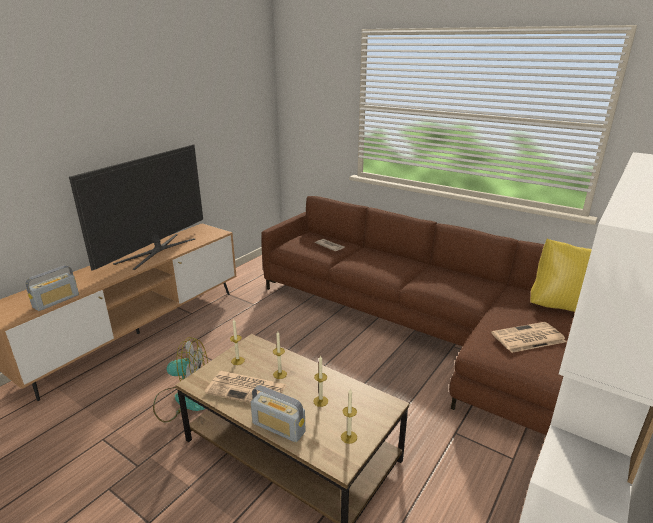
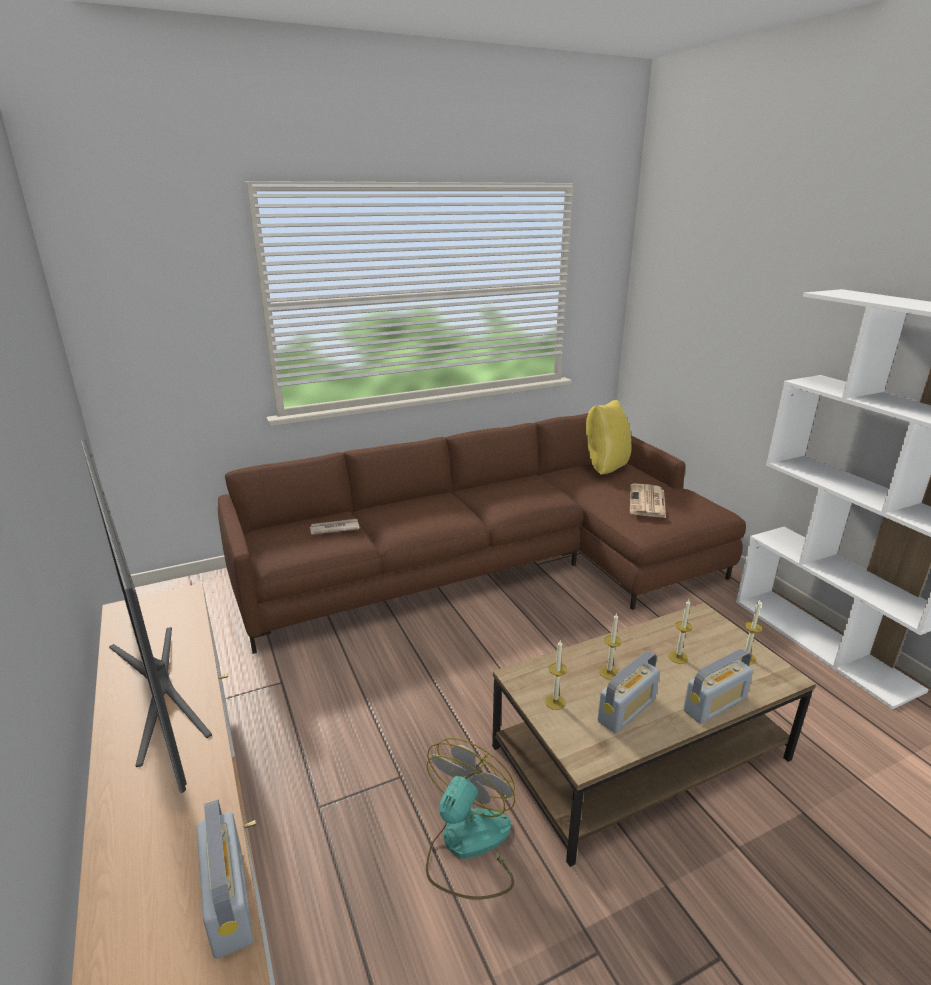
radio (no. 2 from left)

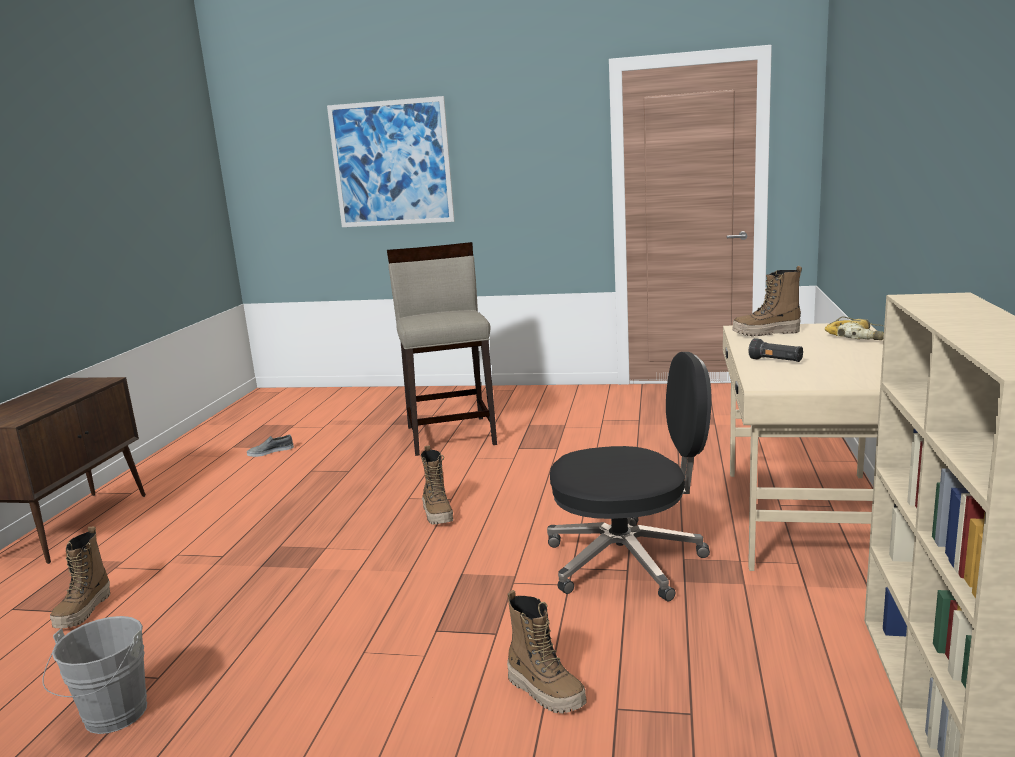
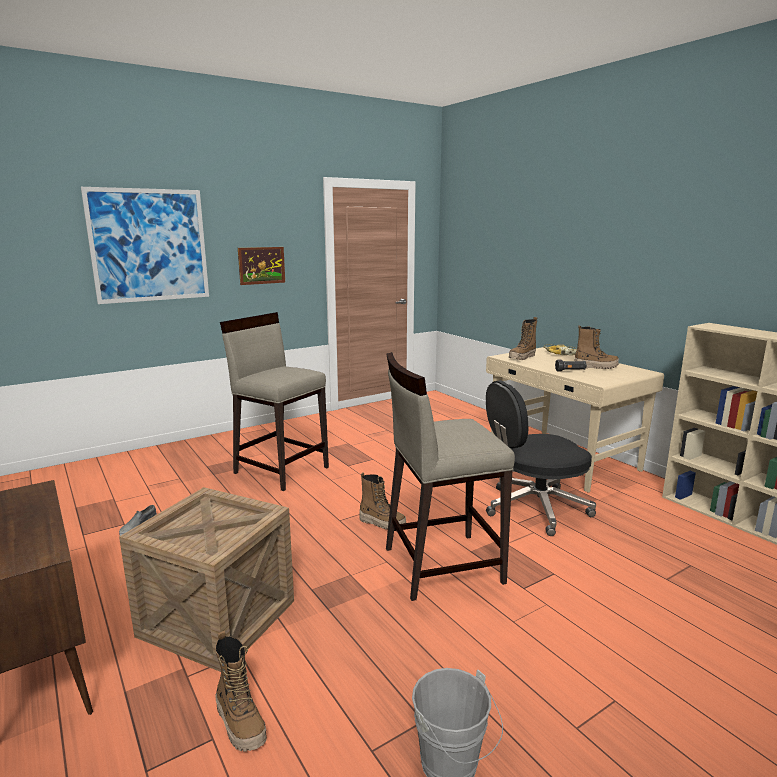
office chair in black
boot (no. 4 from left)
picture (no. 2 from left)
stool in beige (no. 2 from left)
crate

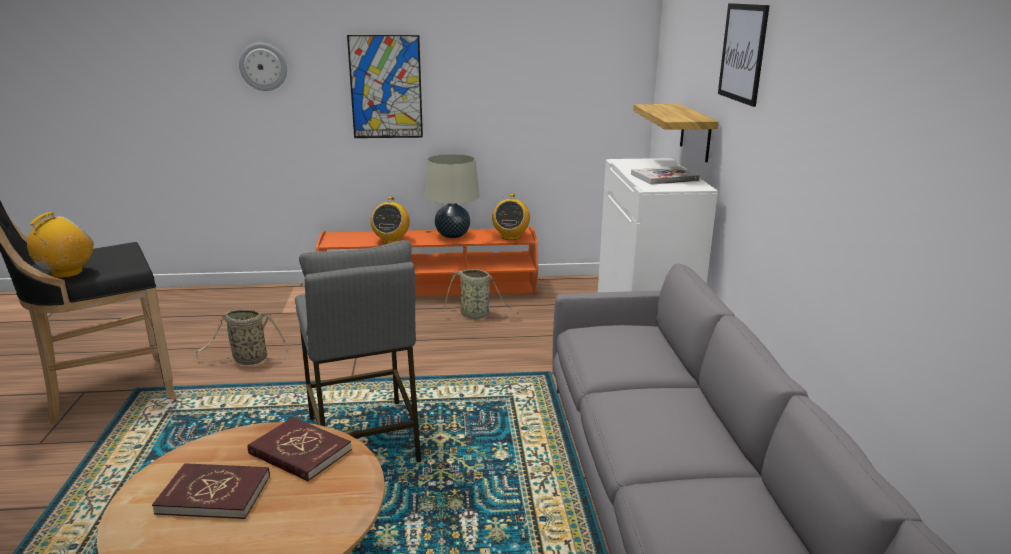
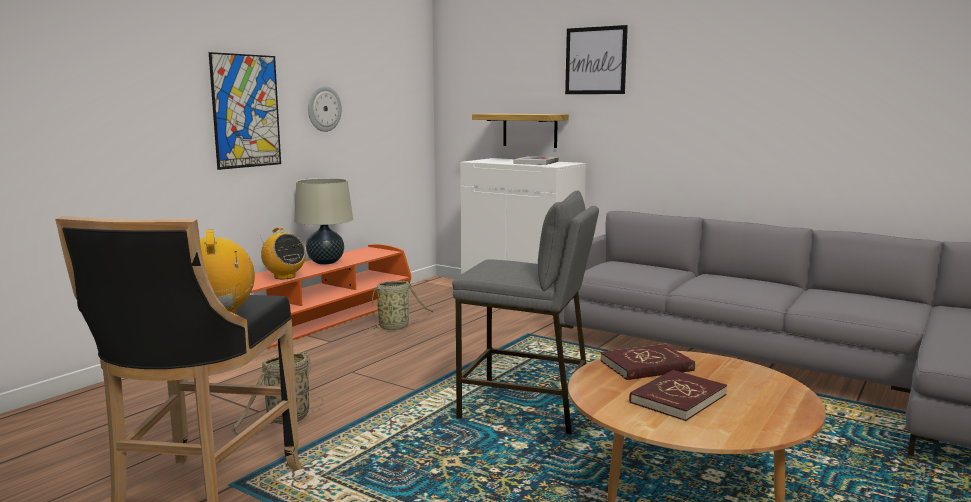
wall clock
radio (no. 3 from left in the first image)

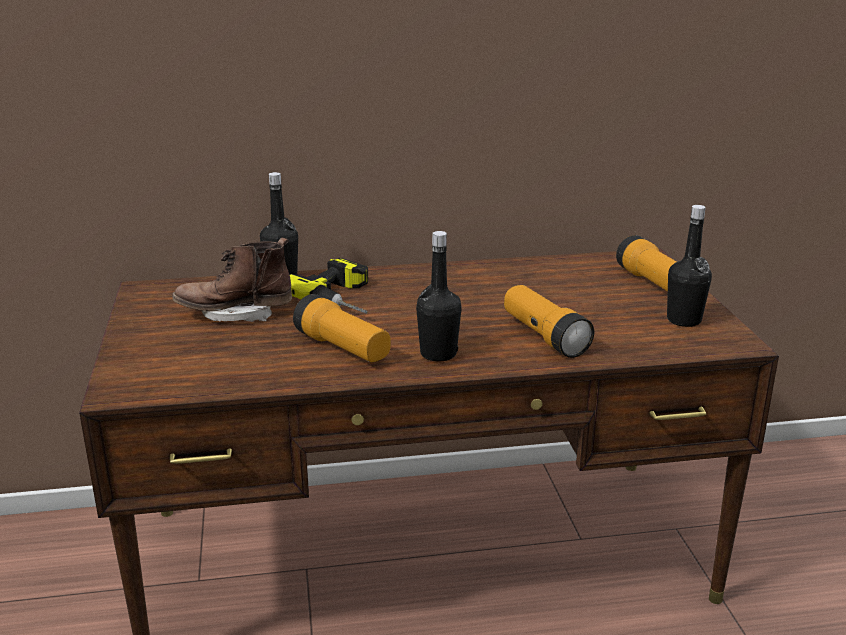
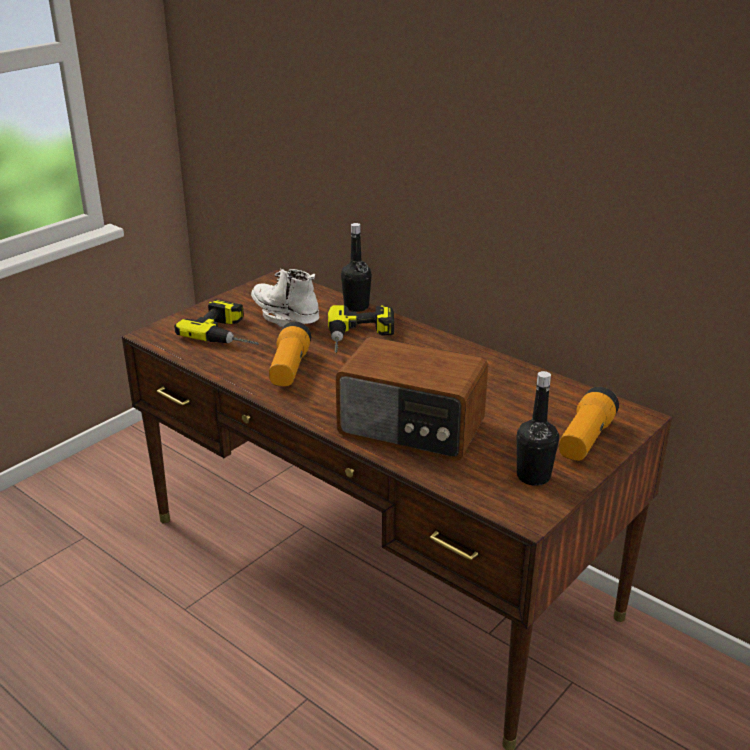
bottle in black (no. 2 from left in the first image)
boot in white
radio
power drill (no. 1 from left)

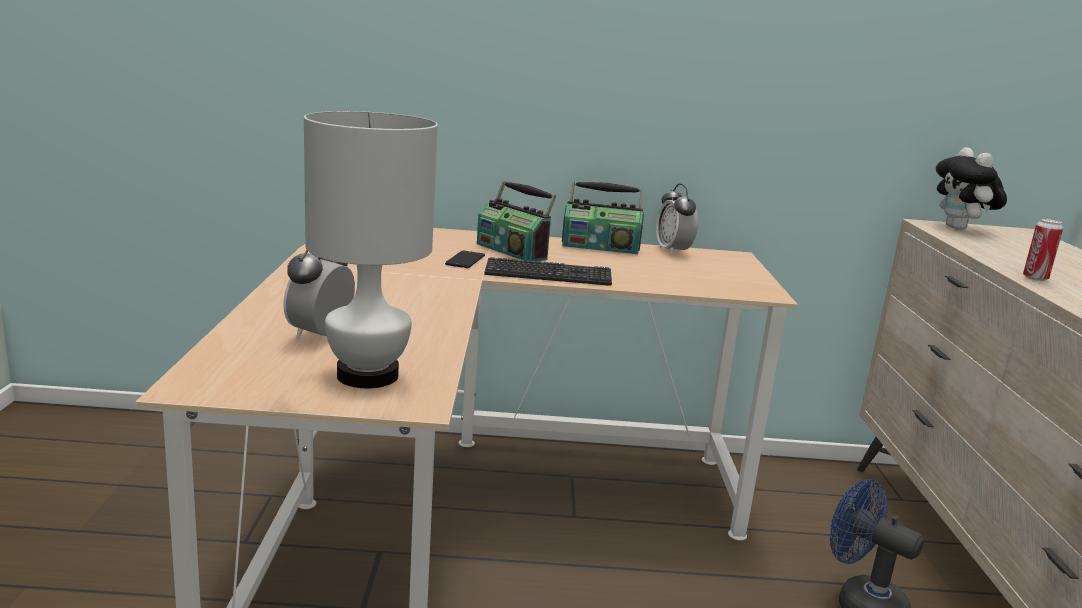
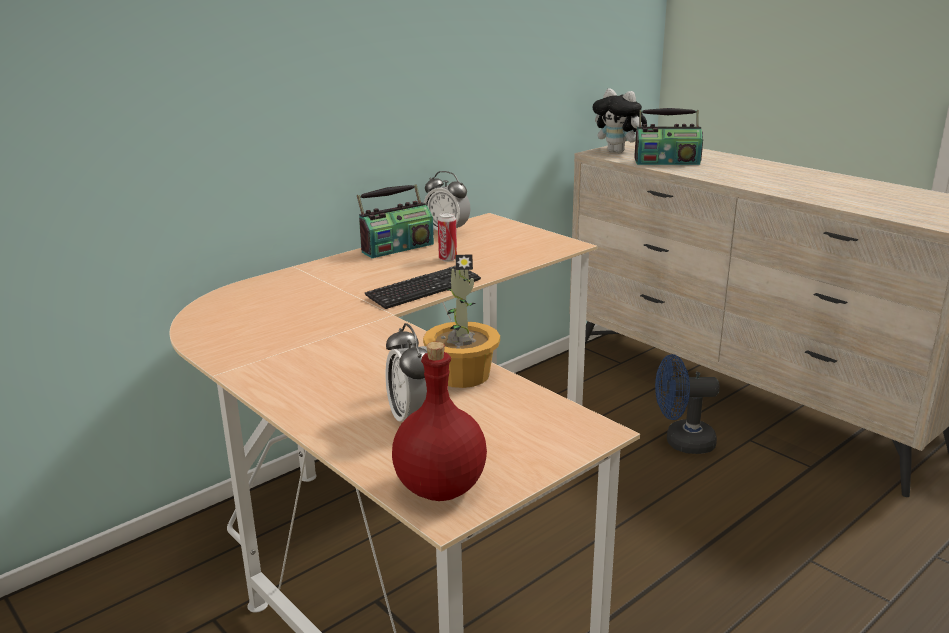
table lamp in white
radio (no. 2 from left)
can
phone
potted plant
bottle in red

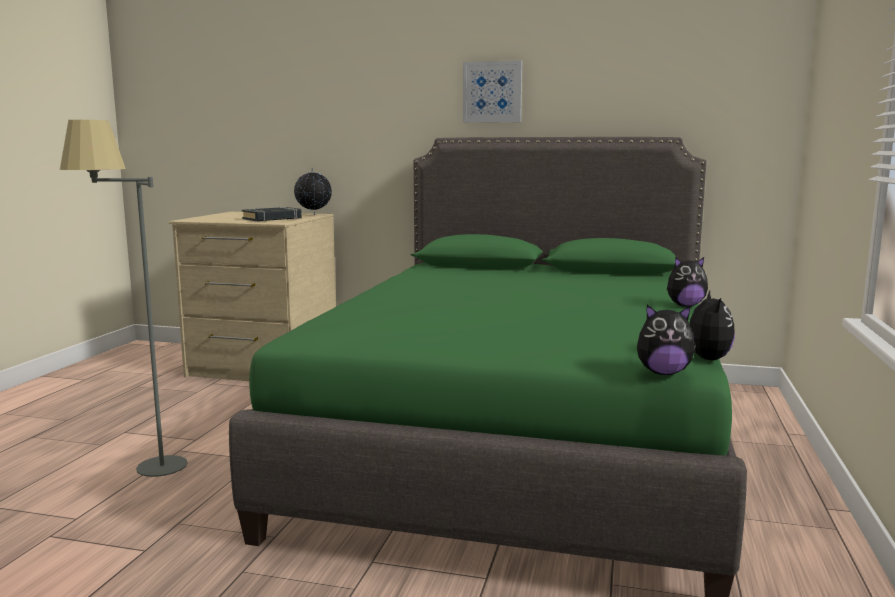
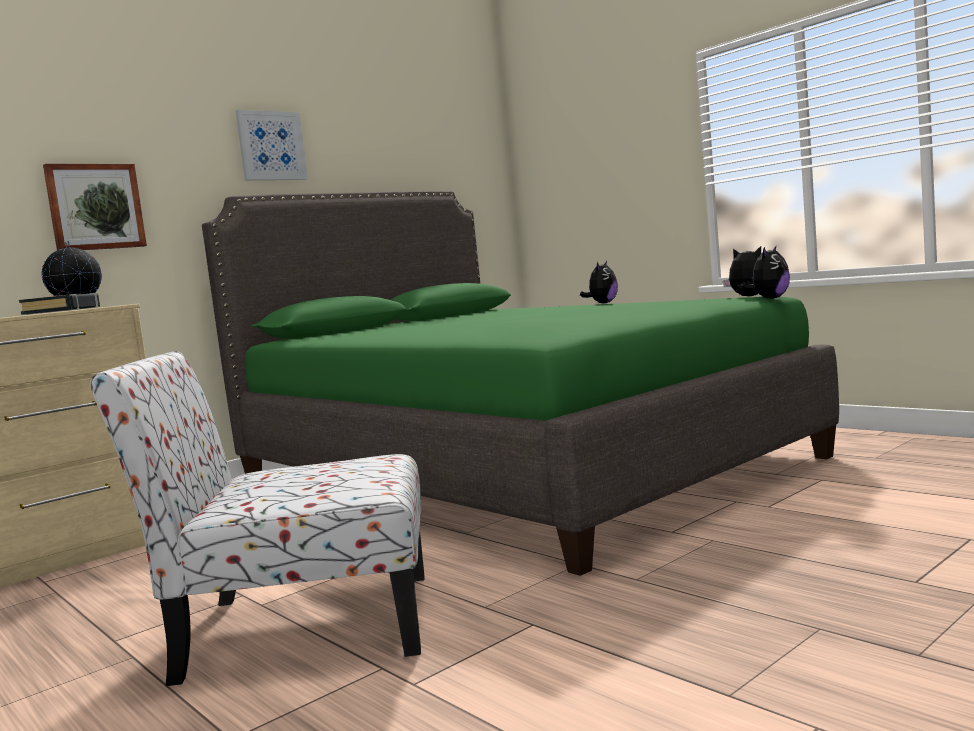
chair
picture (no. 1 from left)

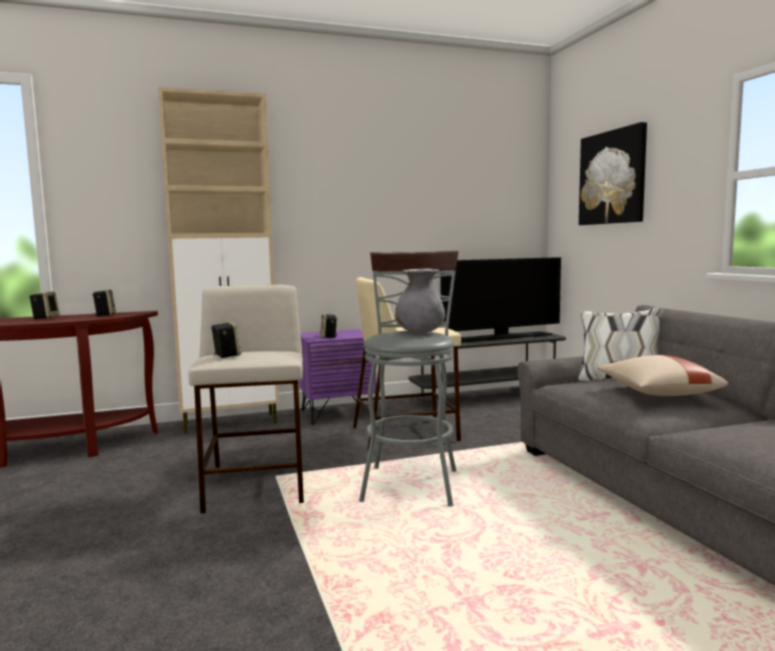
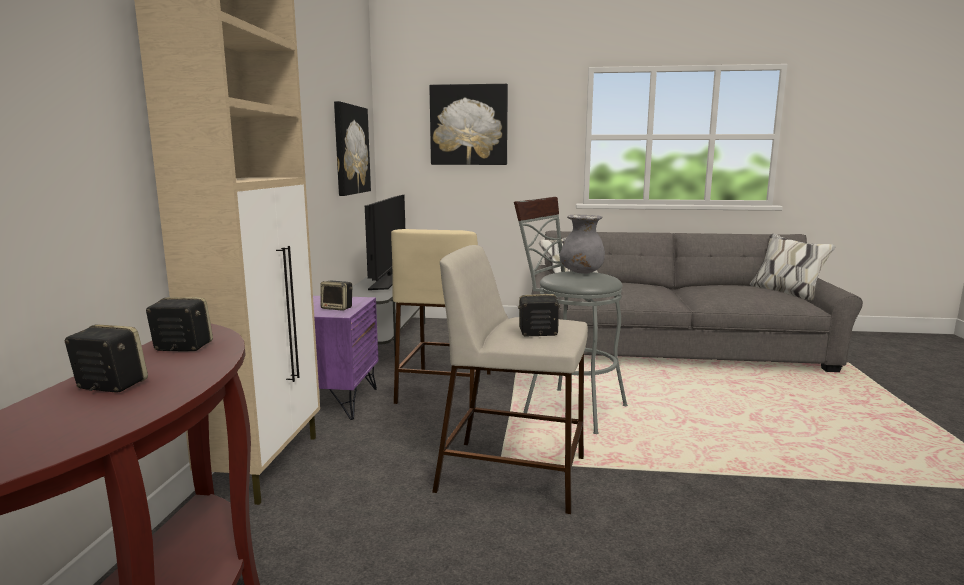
pillow in beige
picture (no. 1 from left)

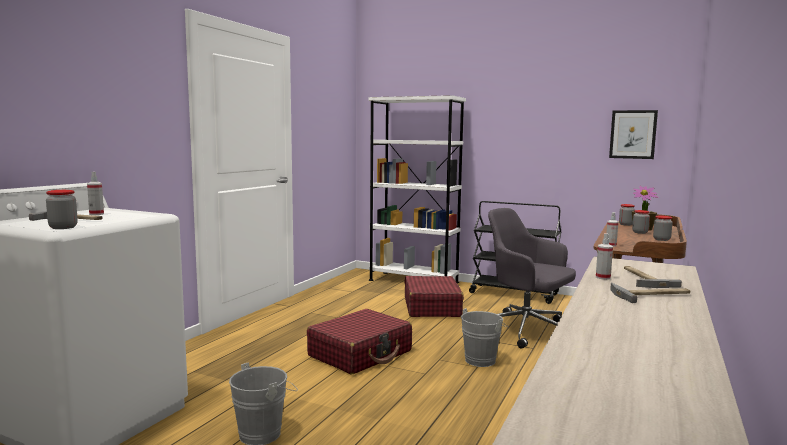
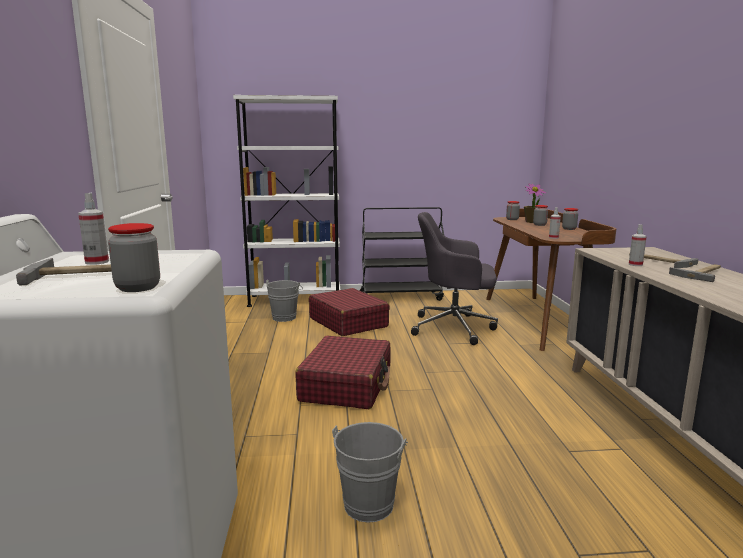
picture
bucket in grey (no. 1 from left)

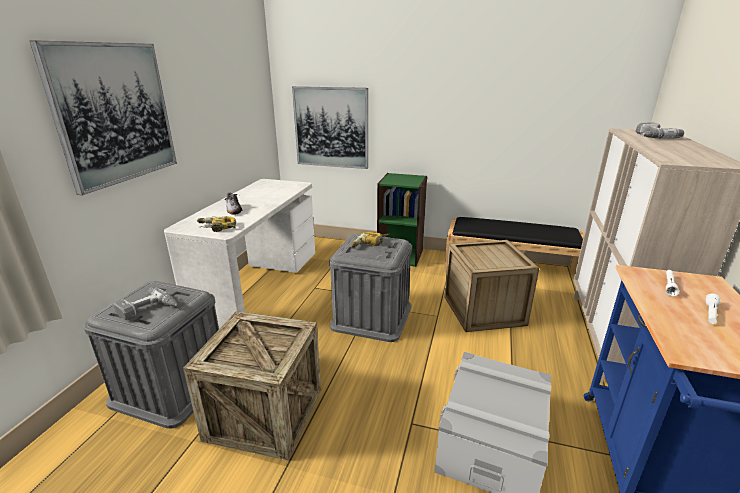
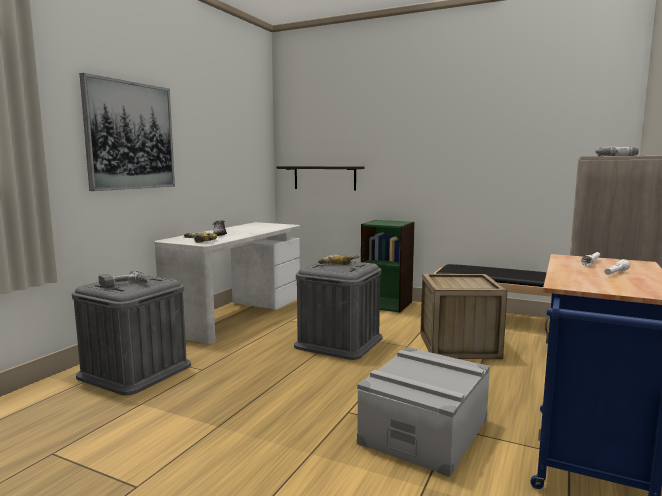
shelf
crate (no. 1 from left in the first image)

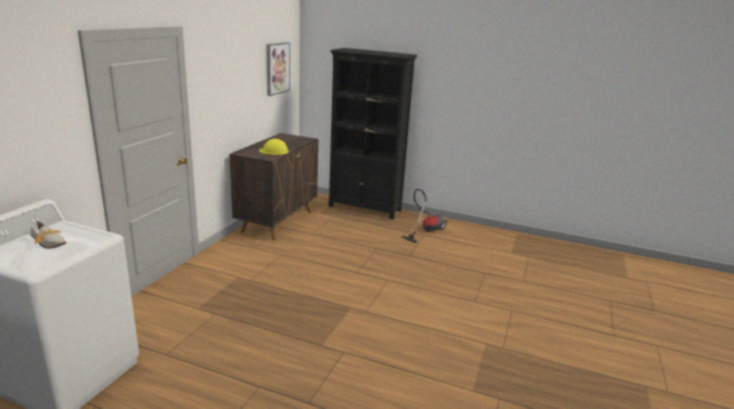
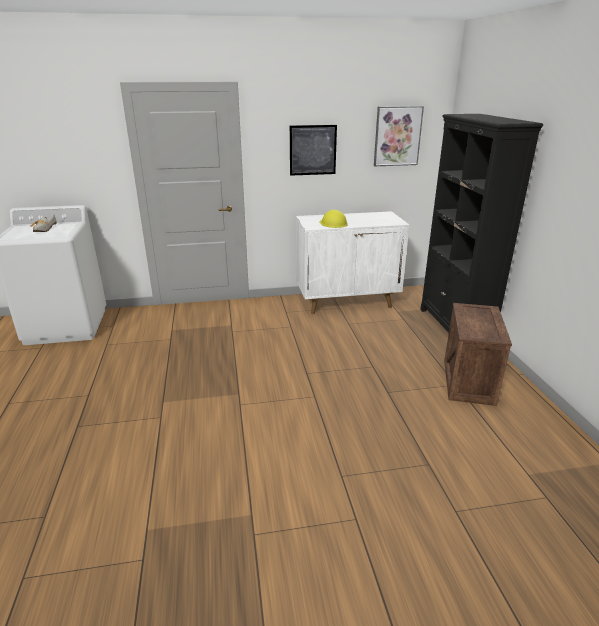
cabinet in white
crate
picture (no. 1 from left)

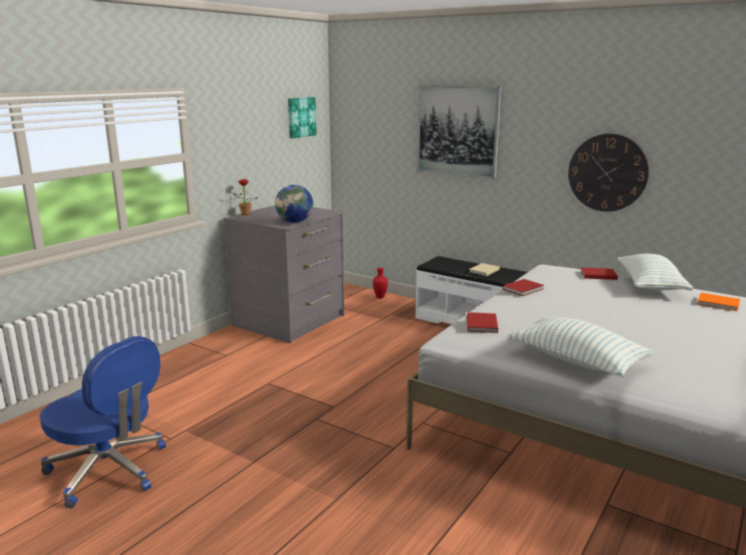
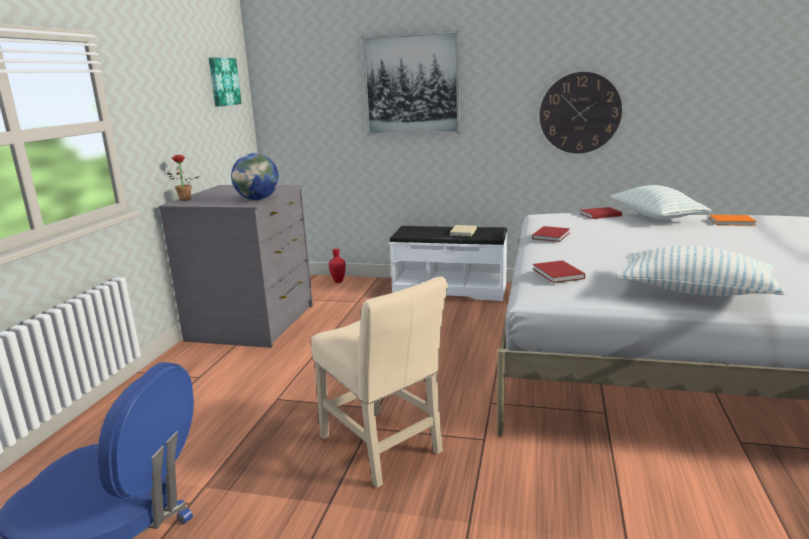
chair in beige

